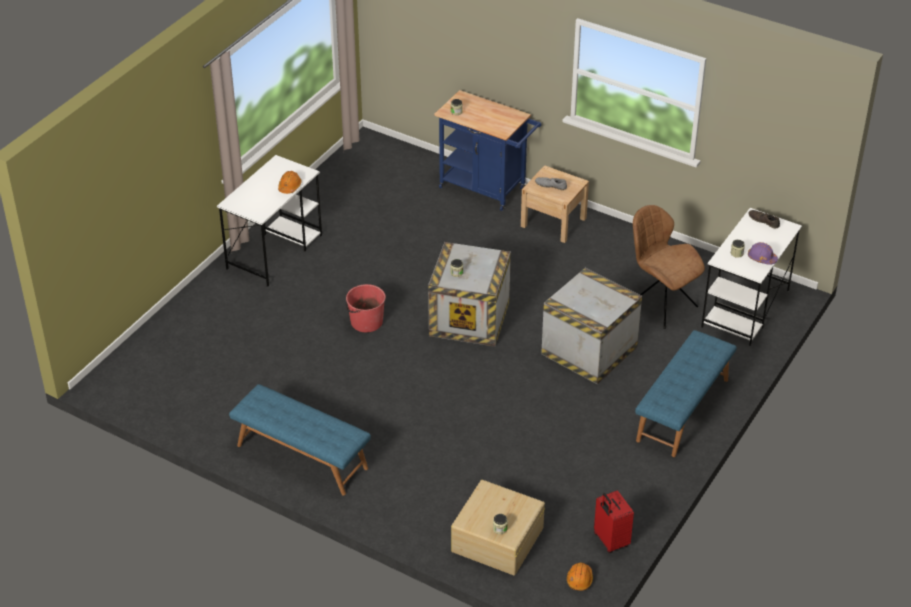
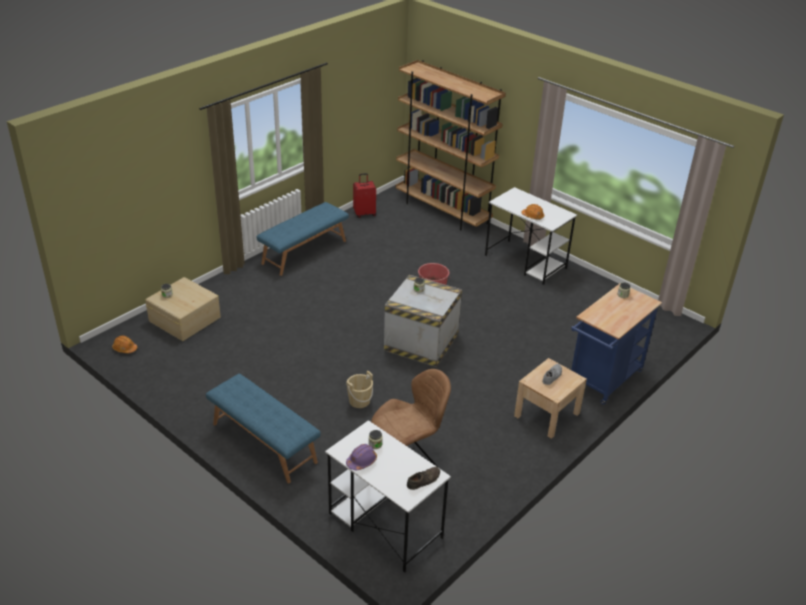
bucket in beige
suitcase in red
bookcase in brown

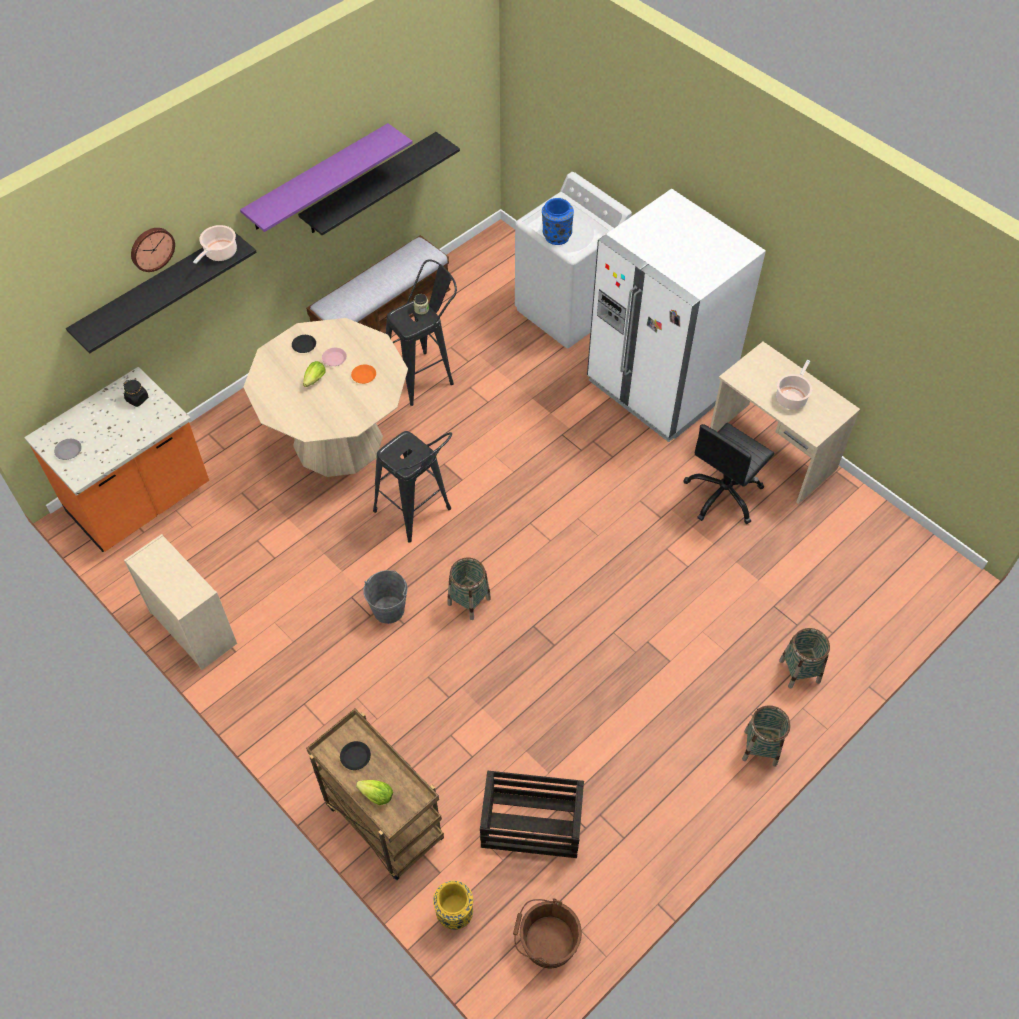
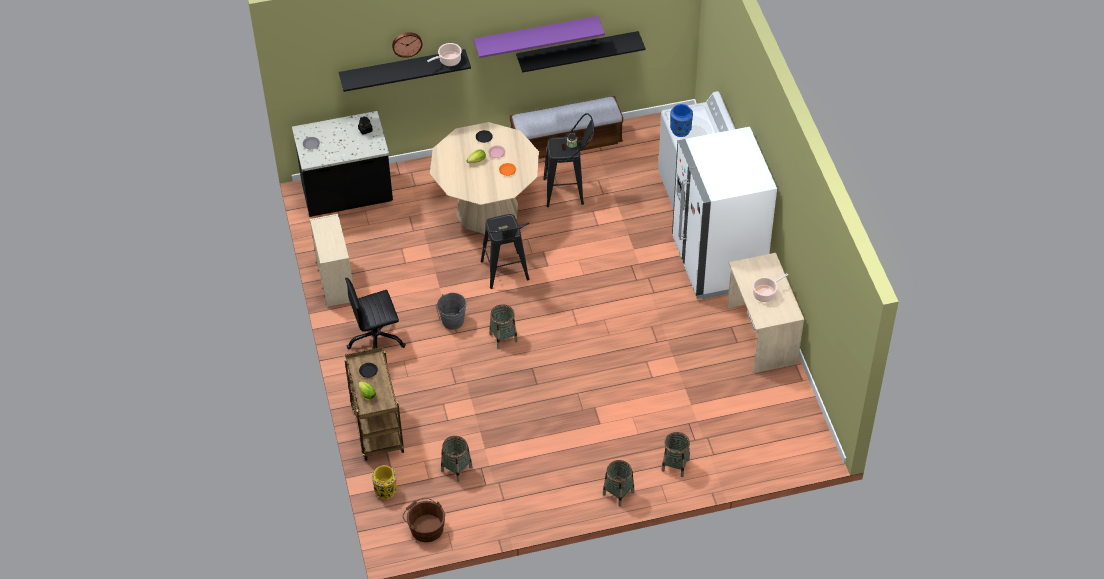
counter in black
office chair in black
basket (no. 1 from left)

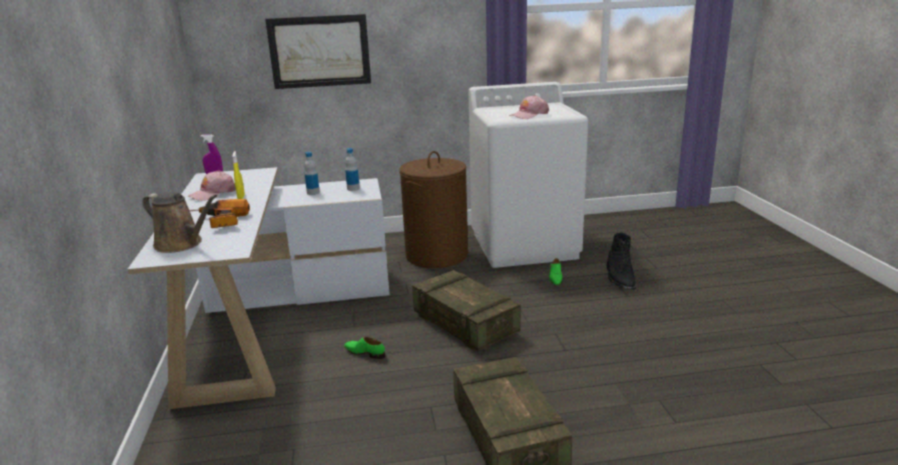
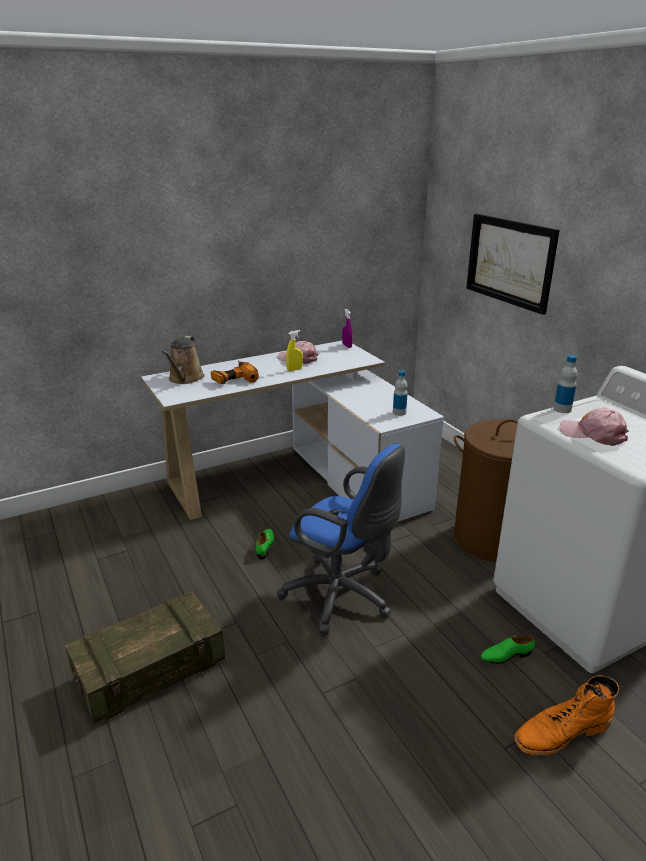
bottle (no. 2 from left)
boot in orange
office chair in blue

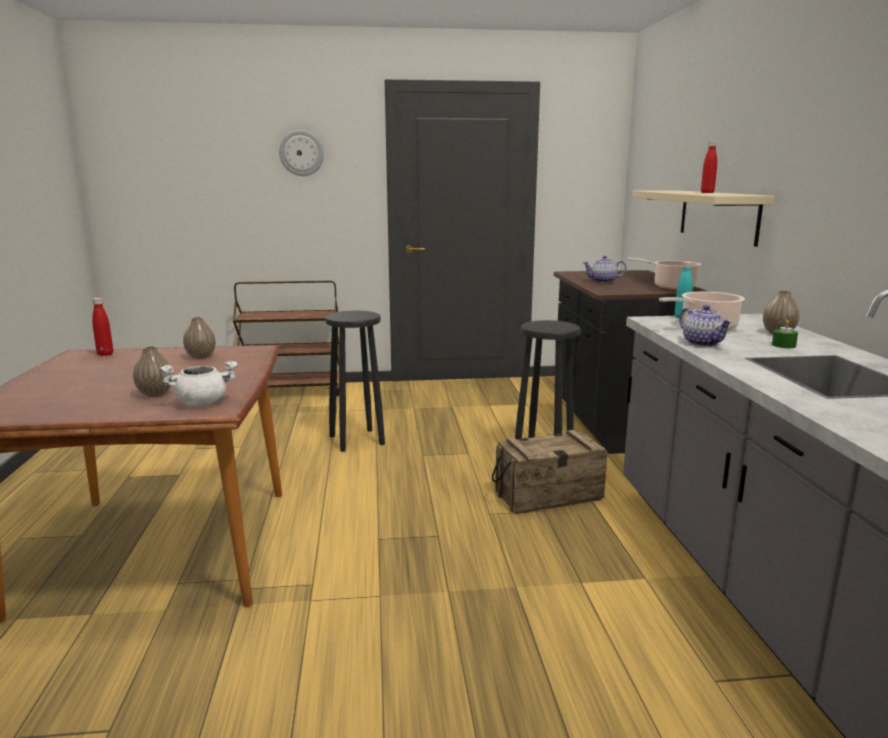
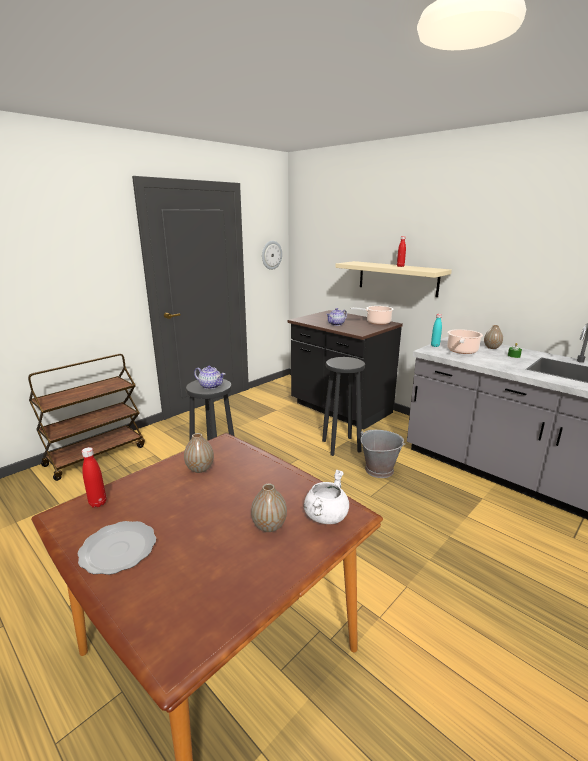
wall clock
teapot (no. 1 from left)
bucket in grey
plate

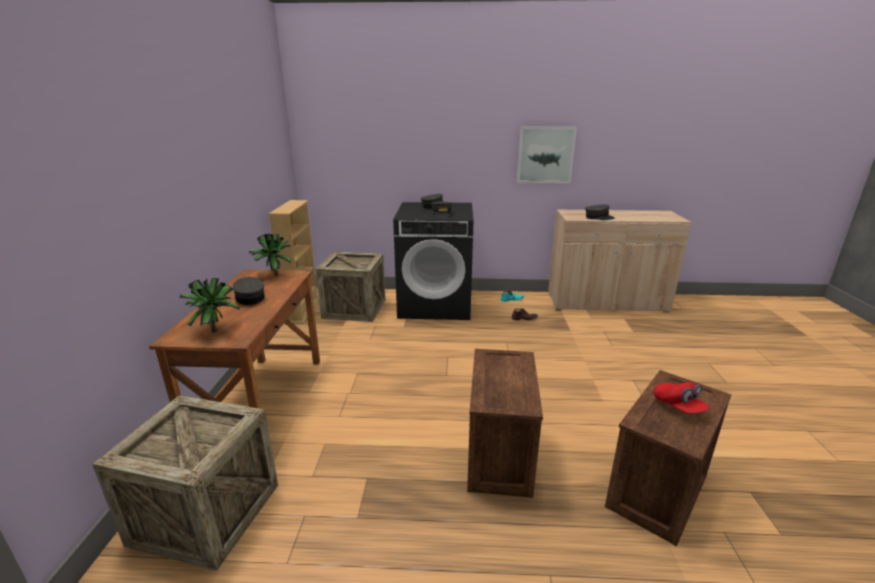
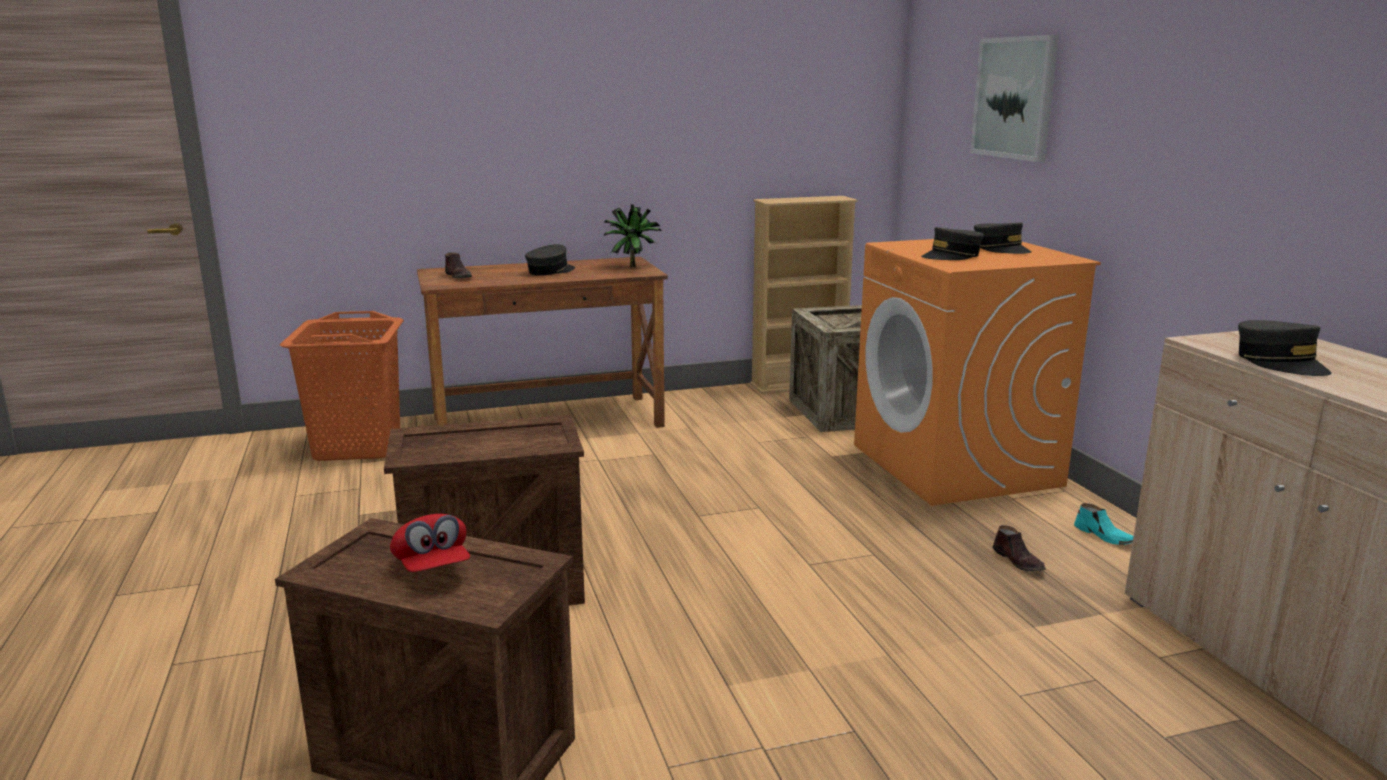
picture
washing machine in orange
shoe in brown (no. 1 from left)
cap in red
laundry basket in orange

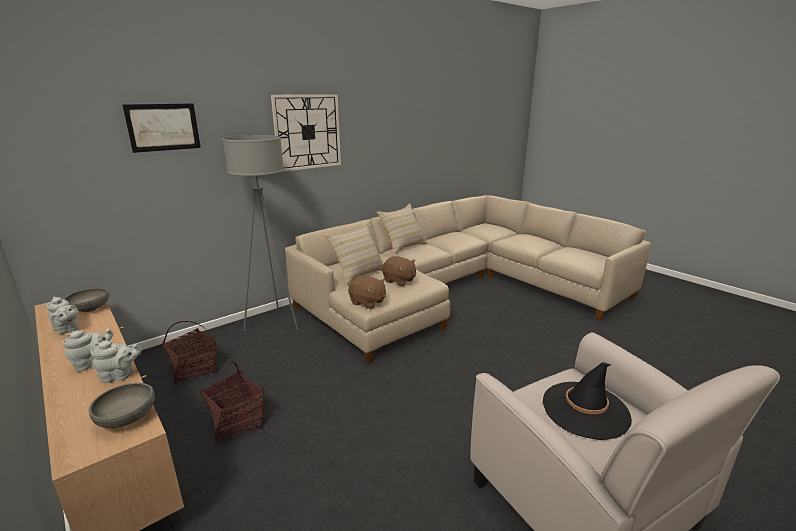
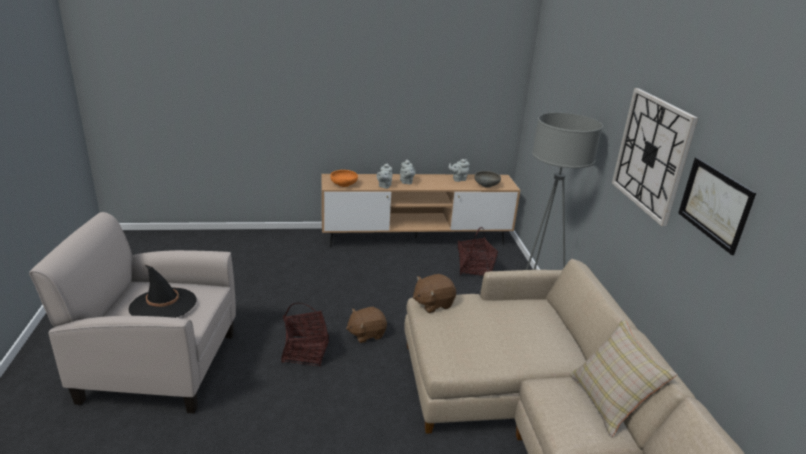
picture
pillow in beige (no. 1 from left in the first image)
plush toy in brown (no. 1 from left)
basket (no. 1 from left)
bowl in orange

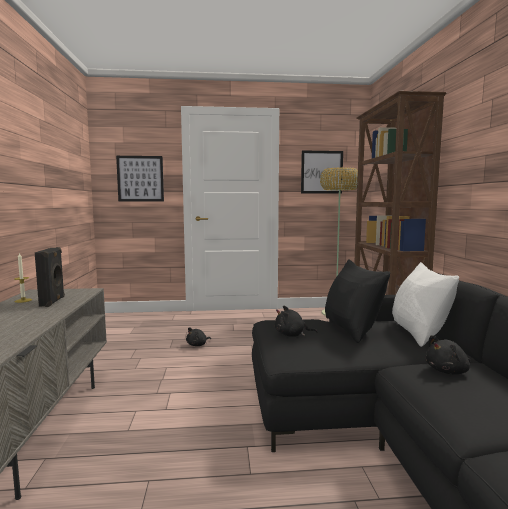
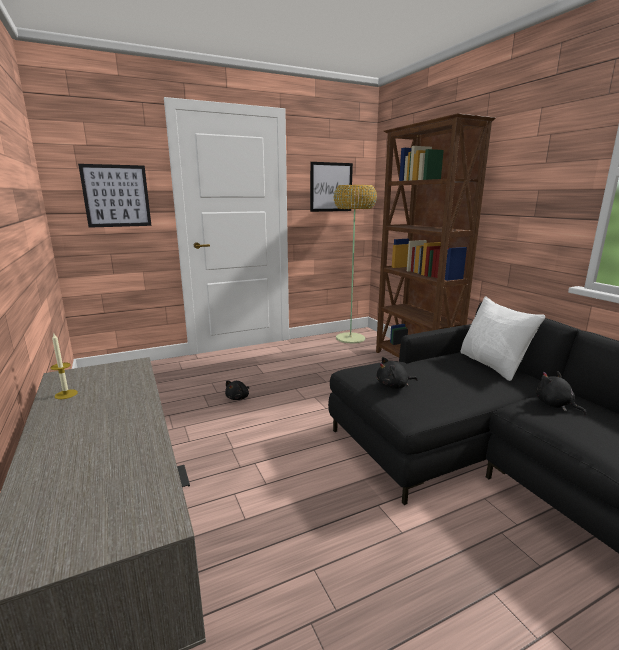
speaker in black
pillow in black
plush toy in black (no. 3 from left)

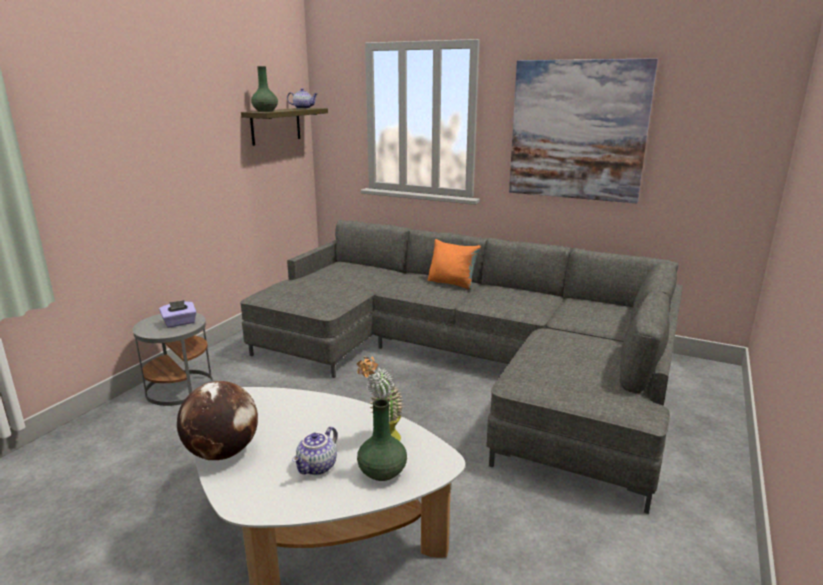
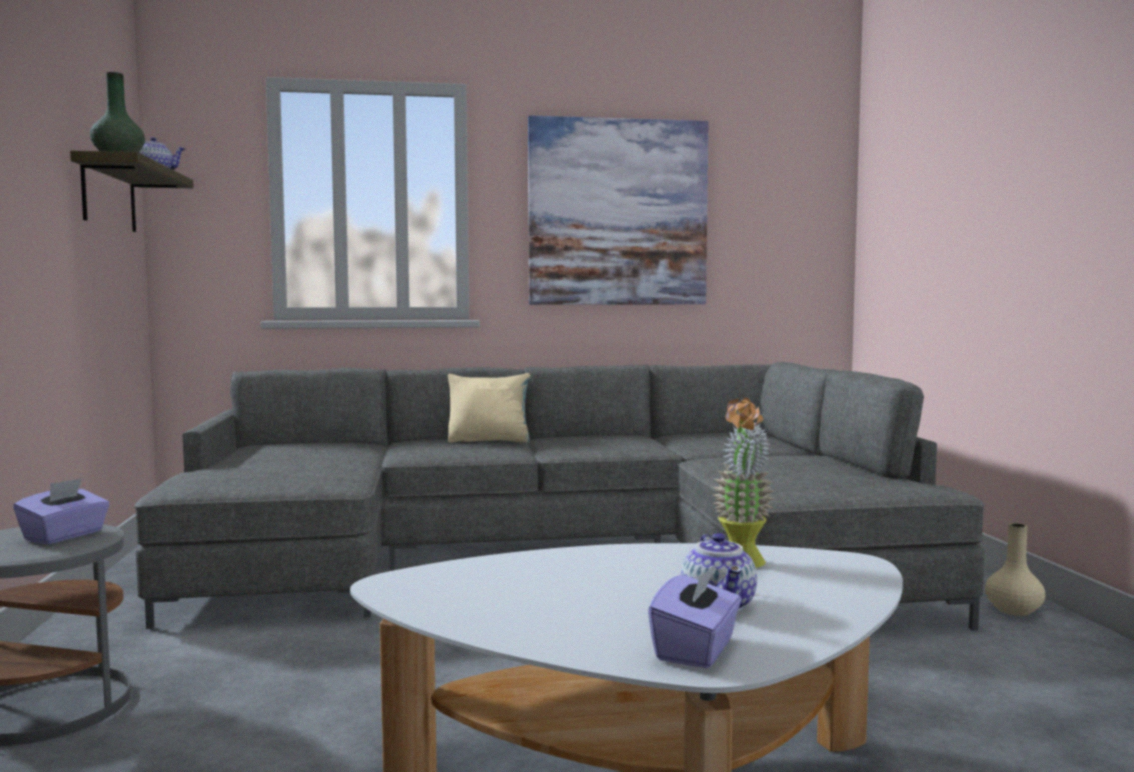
pillow in beige
globe
vase in green (no. 2 from left in the first image)
vase in beige
tissue box in purple (no. 2 from left)

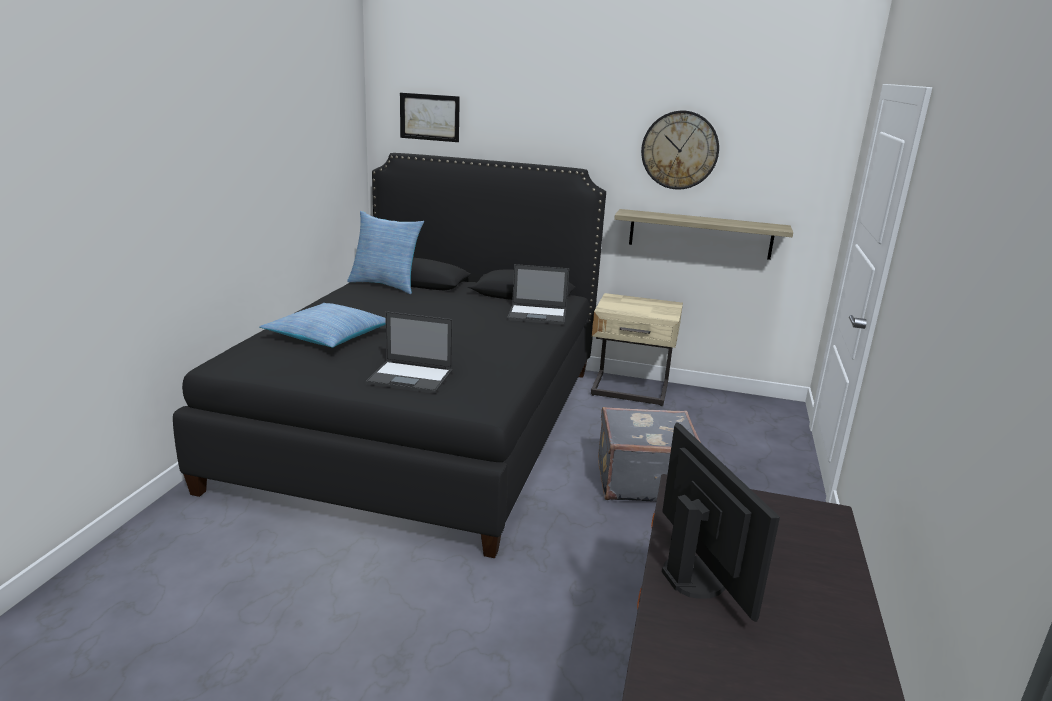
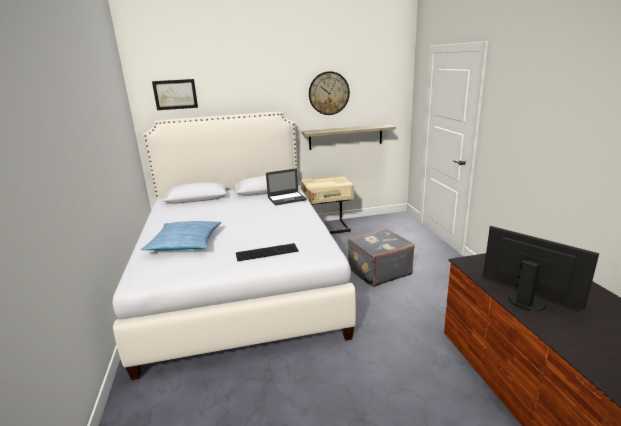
bed in white
pillow (no. 2 from left in the first image)
keyboard

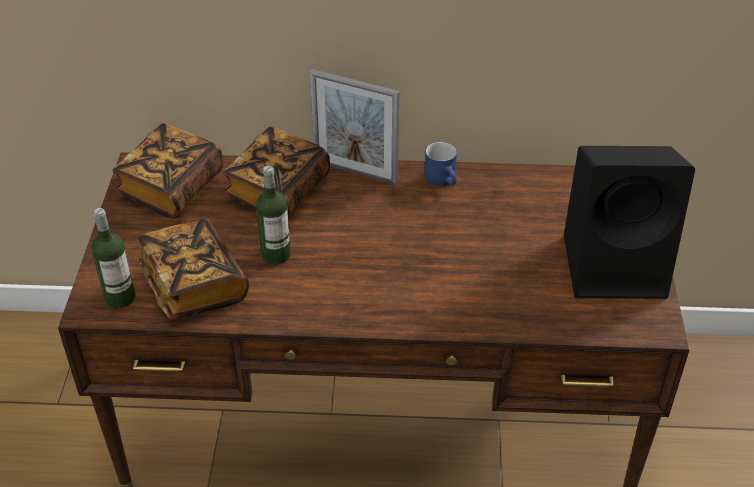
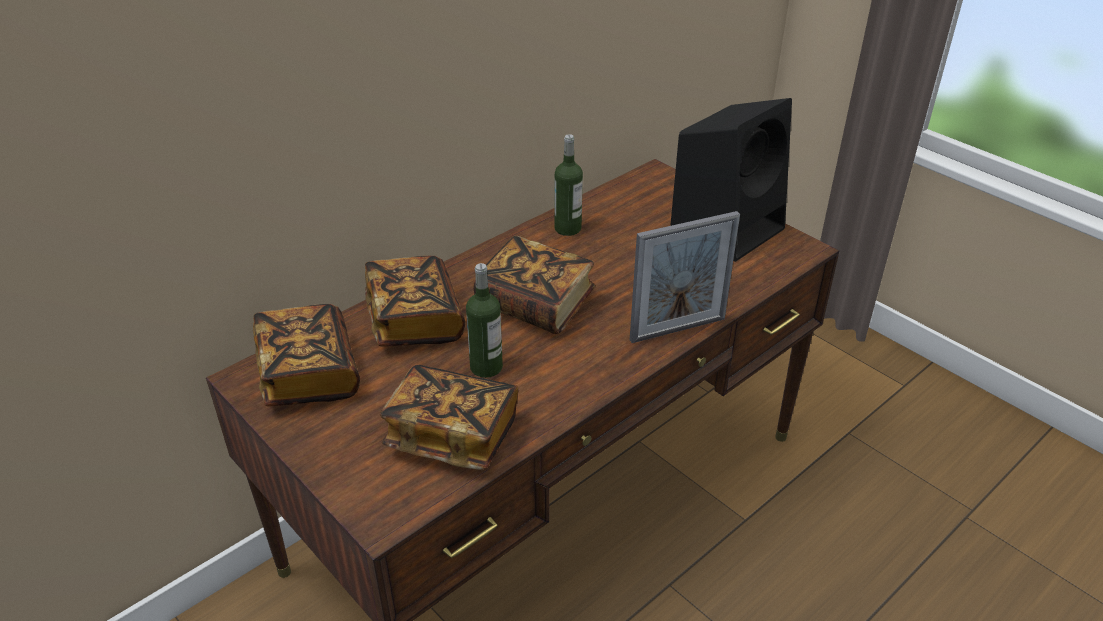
picture frame
mug in blue
bottle (no. 2 from left)
book (no. 4 from left)

